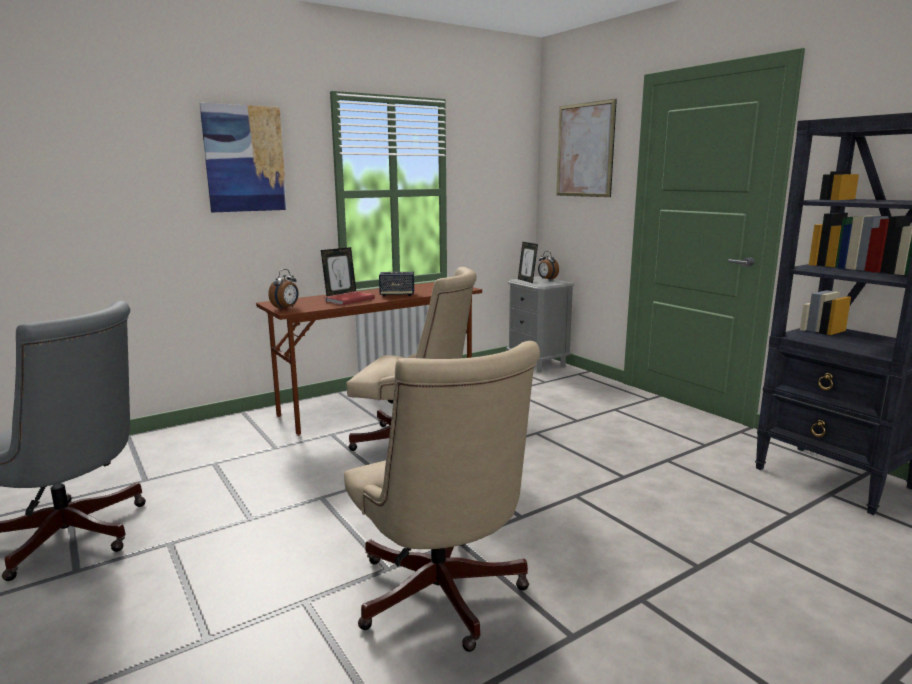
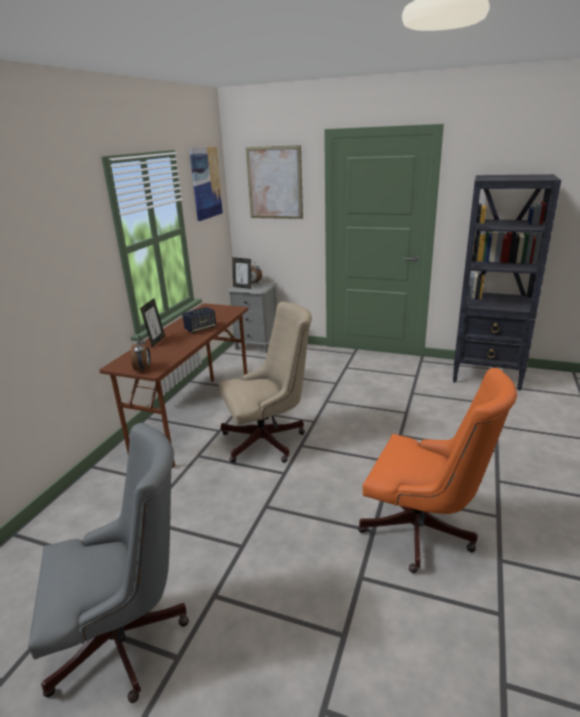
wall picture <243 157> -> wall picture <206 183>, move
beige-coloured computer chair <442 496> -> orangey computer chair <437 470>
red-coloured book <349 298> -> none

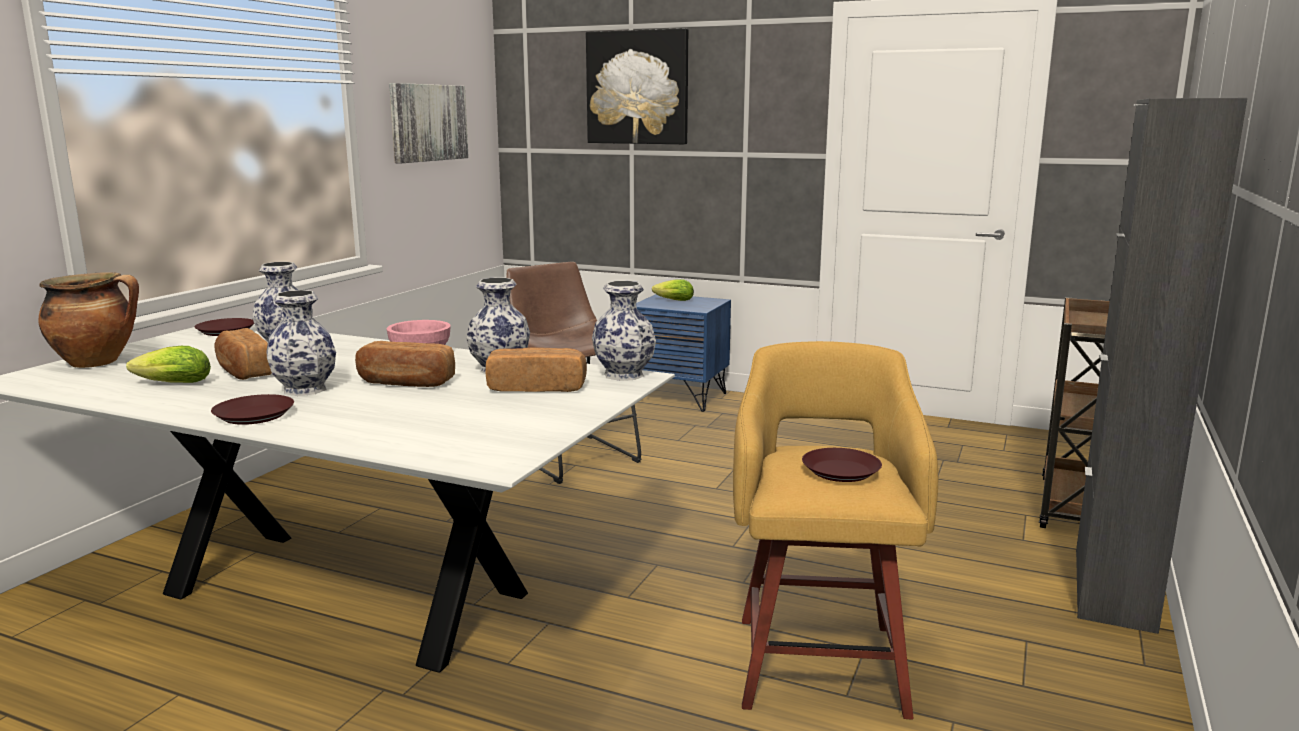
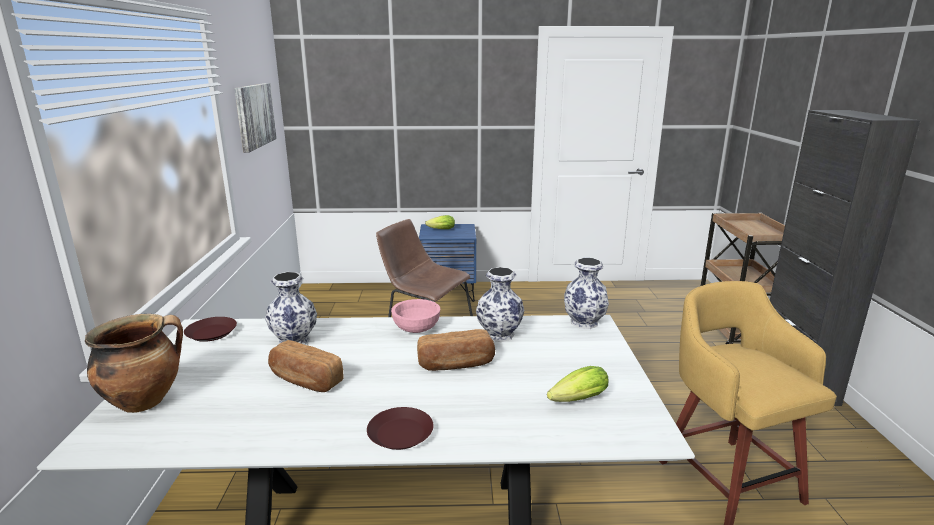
lettuce <168 364> -> lettuce <578 384>, move
flower vase <301 343> -> none
baked bread <536 369> -> none
wall picture <637 86> -> none
brown-coloured flat dish <842 465> -> none

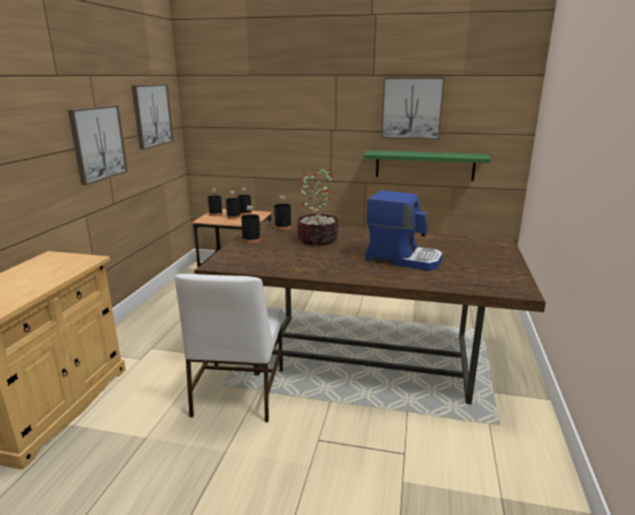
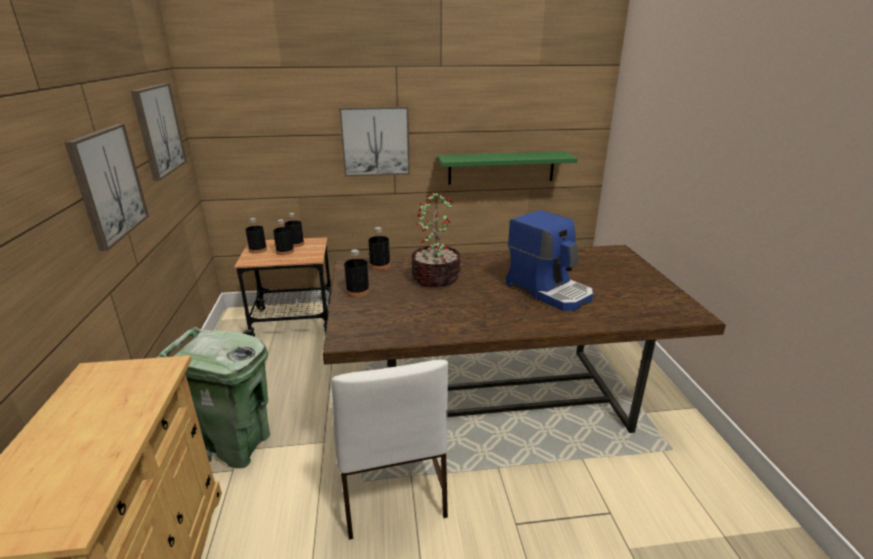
none -> green-coloured trash can <213 397>
wall picture <413 108> -> wall picture <374 141>, move
coffee machine <404 230> -> coffee machine <549 260>, 45 degrees clockwise

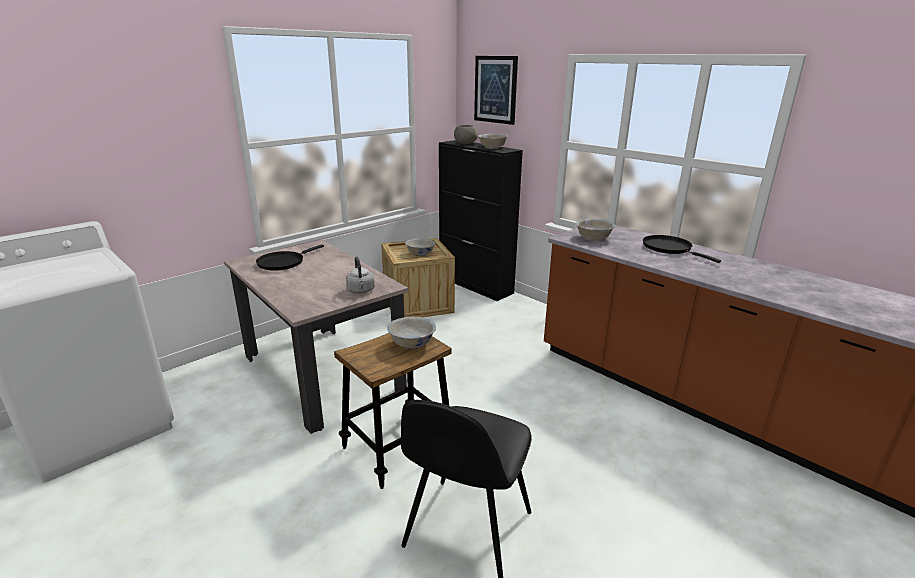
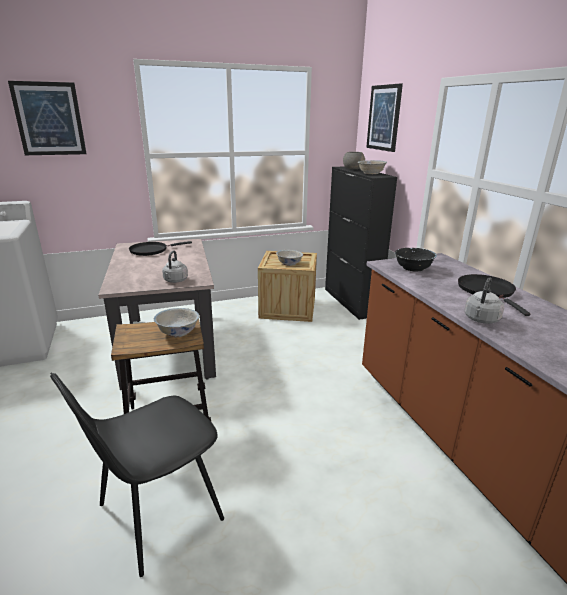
none -> wall picture <47 118>
white deep dish <595 229> -> black deep dish <415 260>
none -> gray water kettle <484 300>

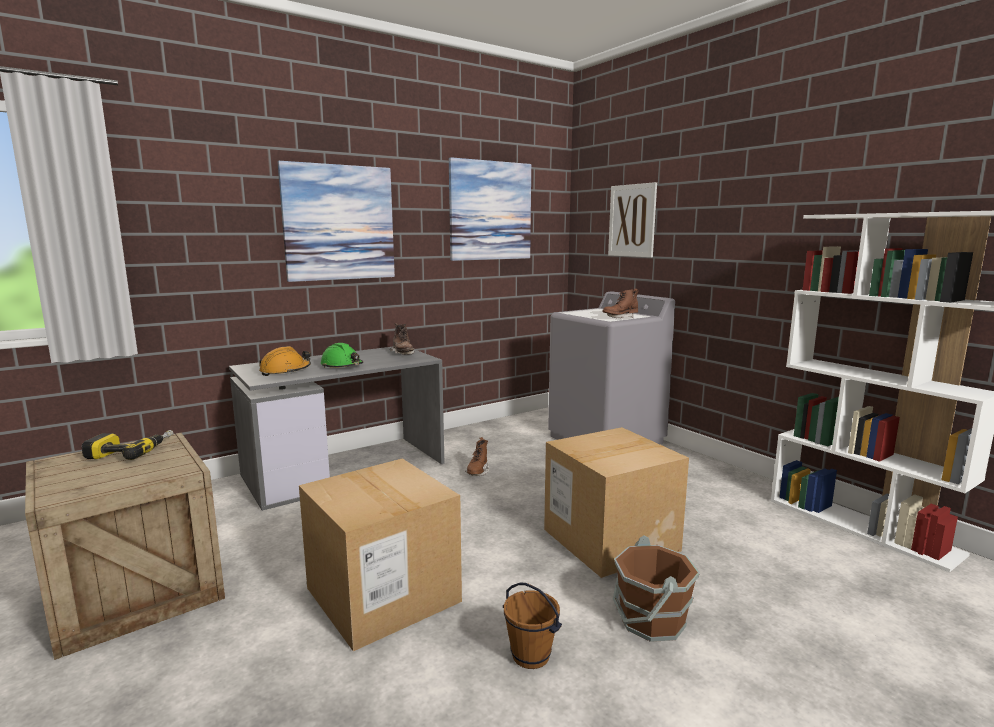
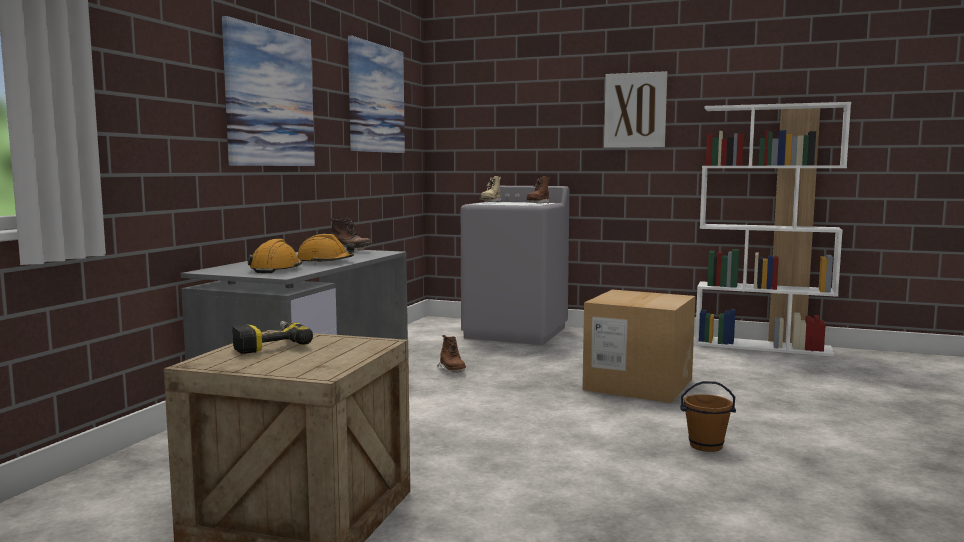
green-coloured safety helmet <342 355> -> orangey safety helmet <326 248>
none -> beige-coloured high-top boot <490 189>
wall picture <632 220> -> wall picture <635 109>, move
carton <380 554> -> none
brown-coloured bucket <656 589> -> none

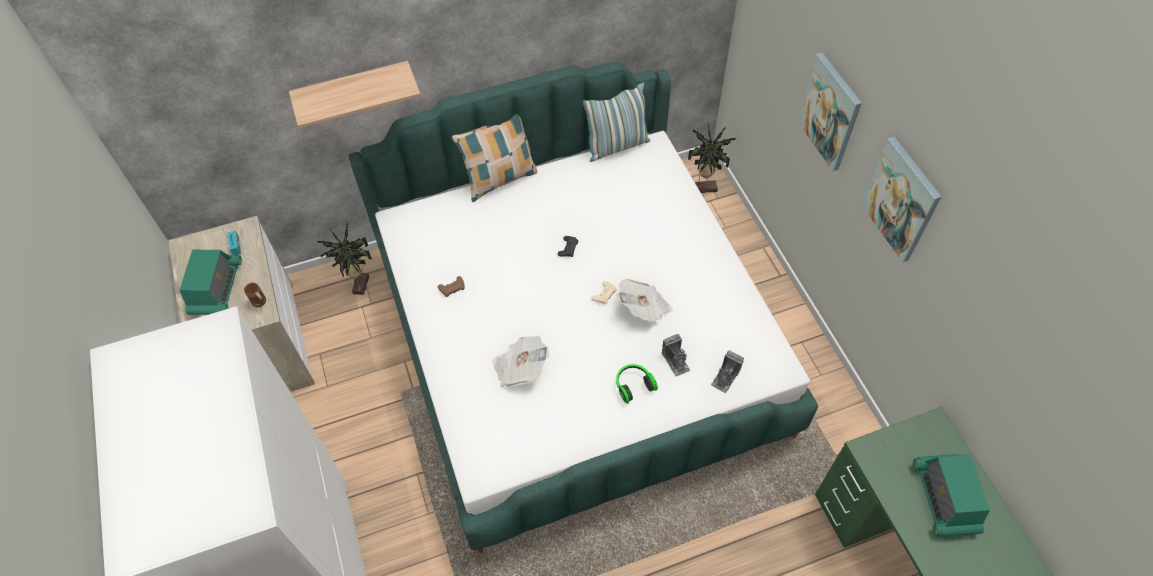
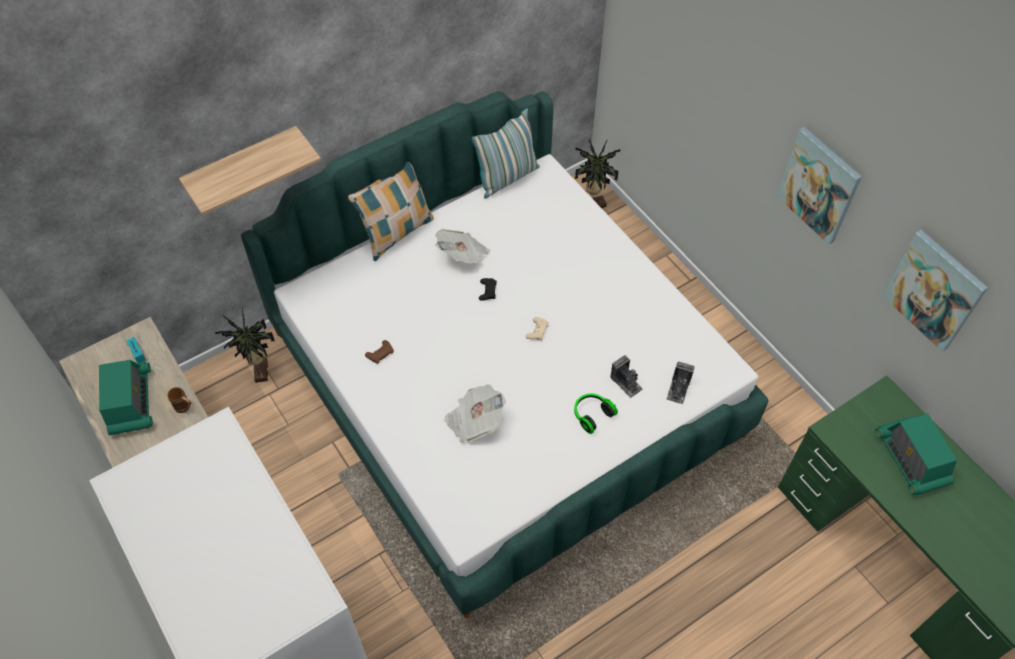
newspaper <644 301> -> newspaper <462 247>, move
wall picture <830 111> -> wall picture <935 291>, move

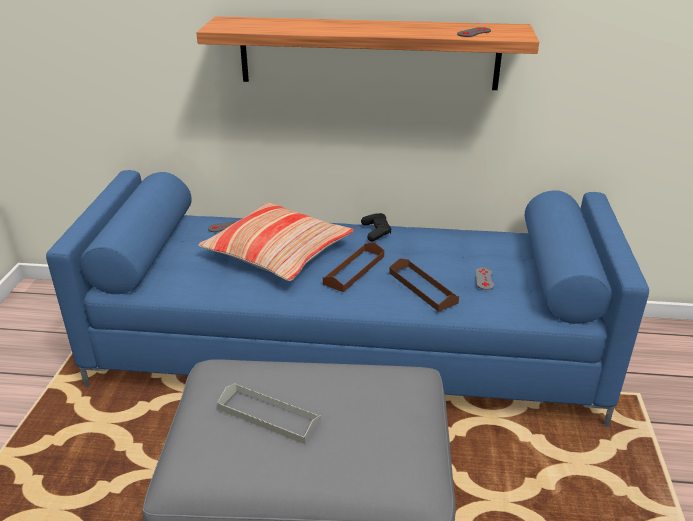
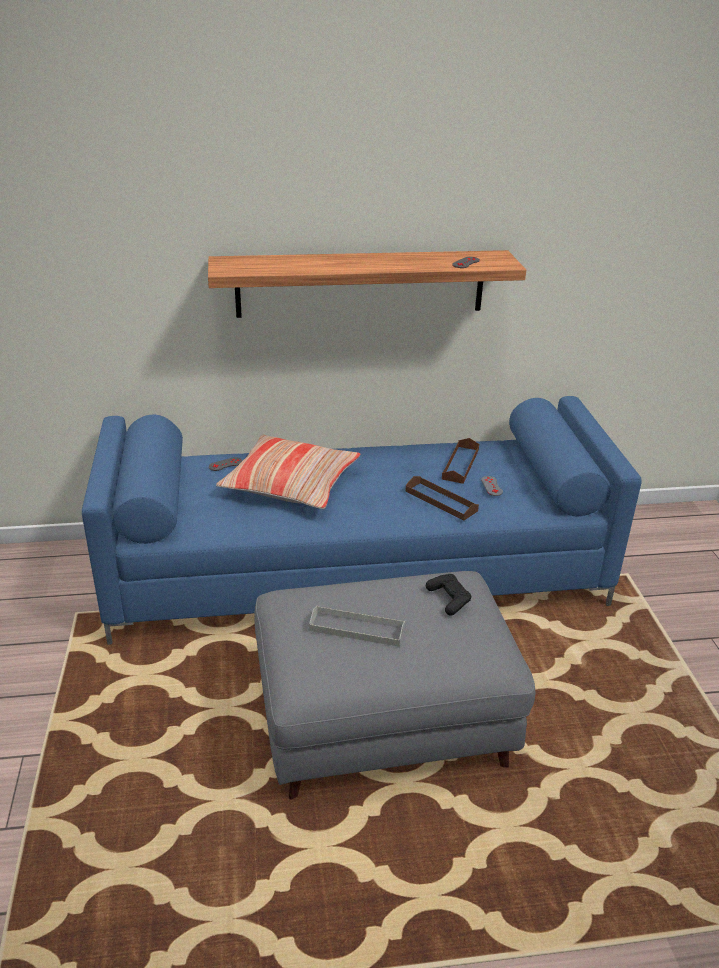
black gamepad <376 227> -> black gamepad <448 595>, move
brown-coloured tray <353 267> -> brown-coloured tray <460 461>, move

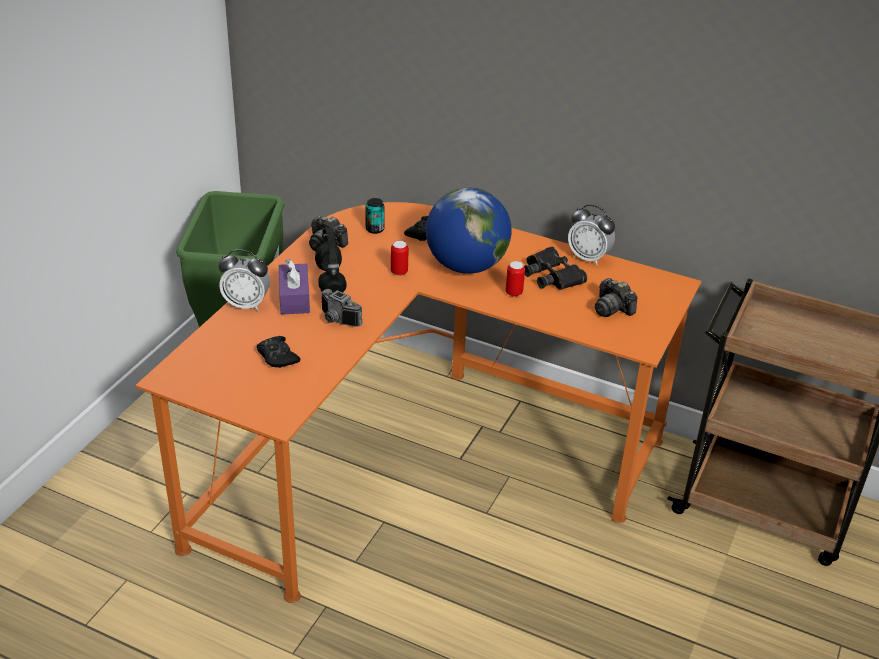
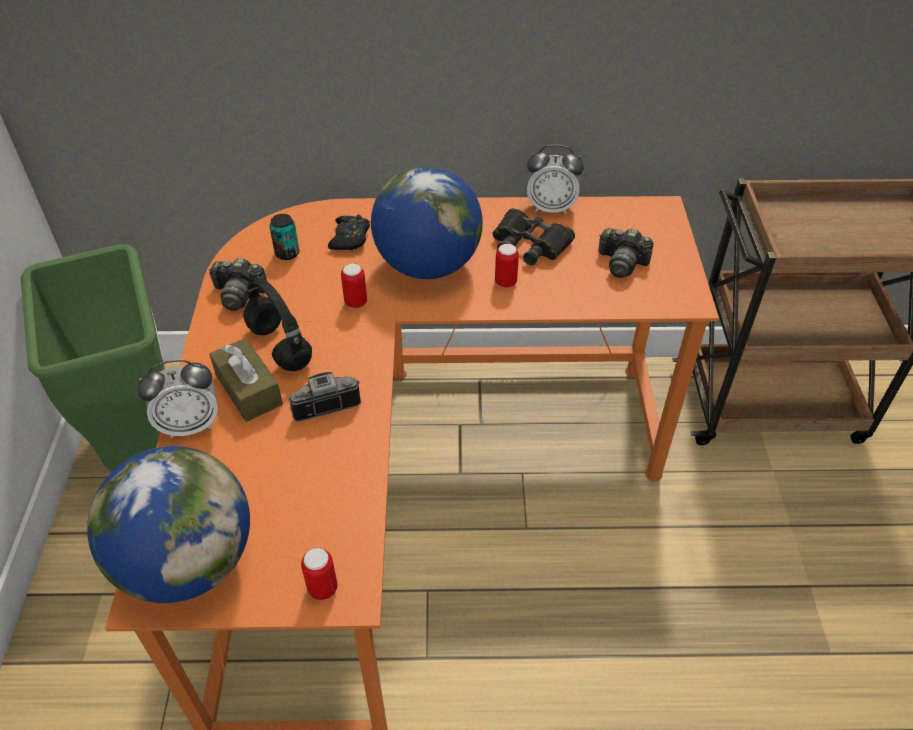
none -> globe <168 524>
purple-coloured box of tissues <294 286> -> brown-coloured box of tissues <246 380>
photo camera <341 308> -> photo camera <324 397>, 150 degrees clockwise
none -> sealed can <319 574>
black gamepad <278 352> -> none

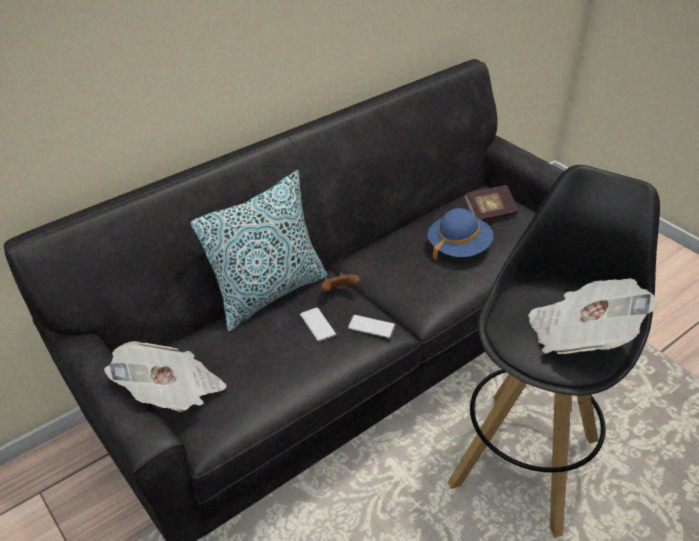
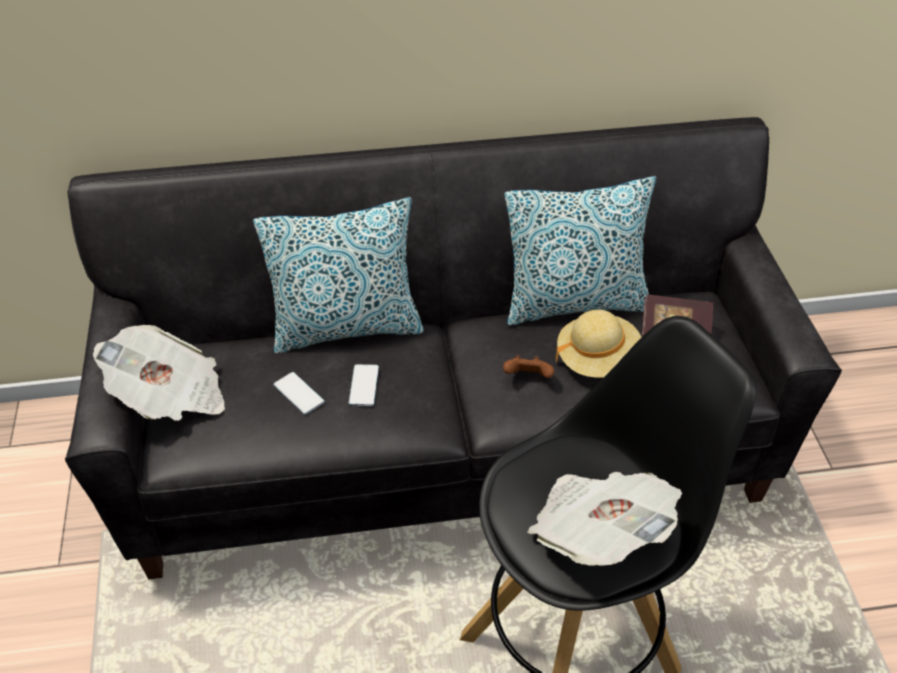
telephone <372 326> -> telephone <299 393>, move
brown-coloured gamepad <340 282> -> brown-coloured gamepad <528 366>, move
none -> pillow <580 250>
bluish clothing hat <460 234> -> beige-coloured clothing hat <599 343>

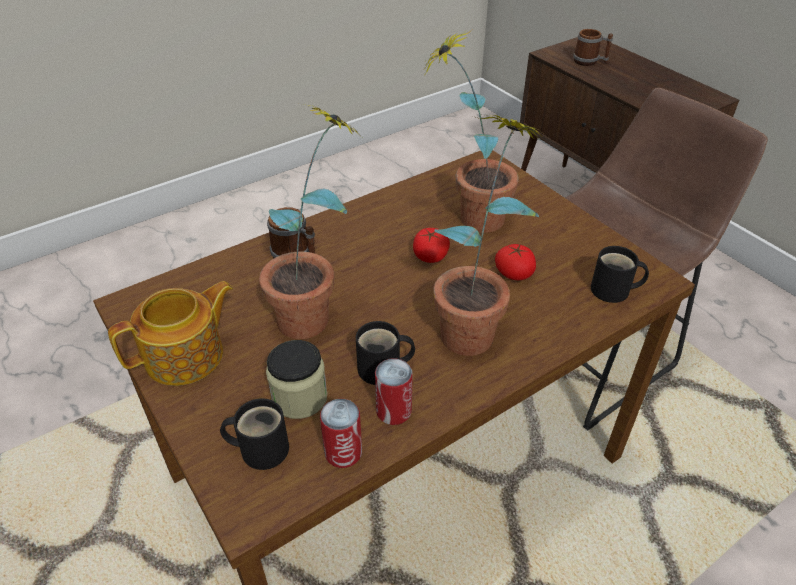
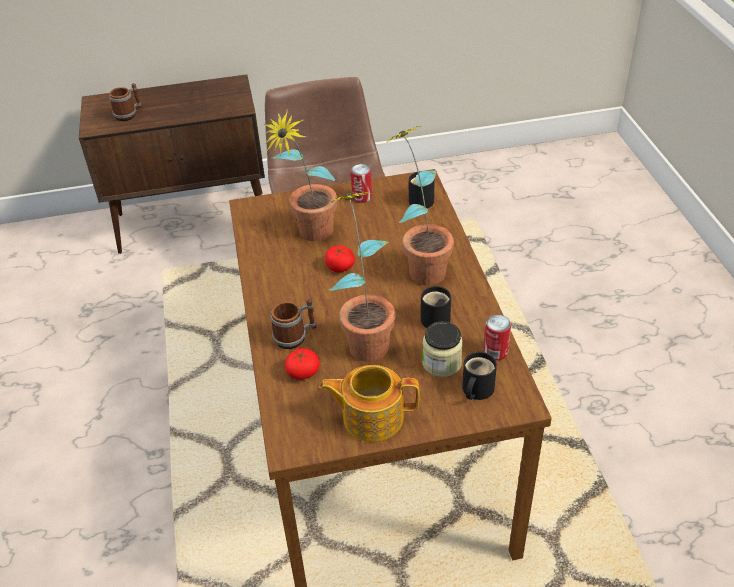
tomato <515 262> -> tomato <302 364>, move
tea pot <170 333> -> tea pot <370 403>, 75 degrees counterclockwise
sealed can <394 391> -> sealed can <361 183>, move

